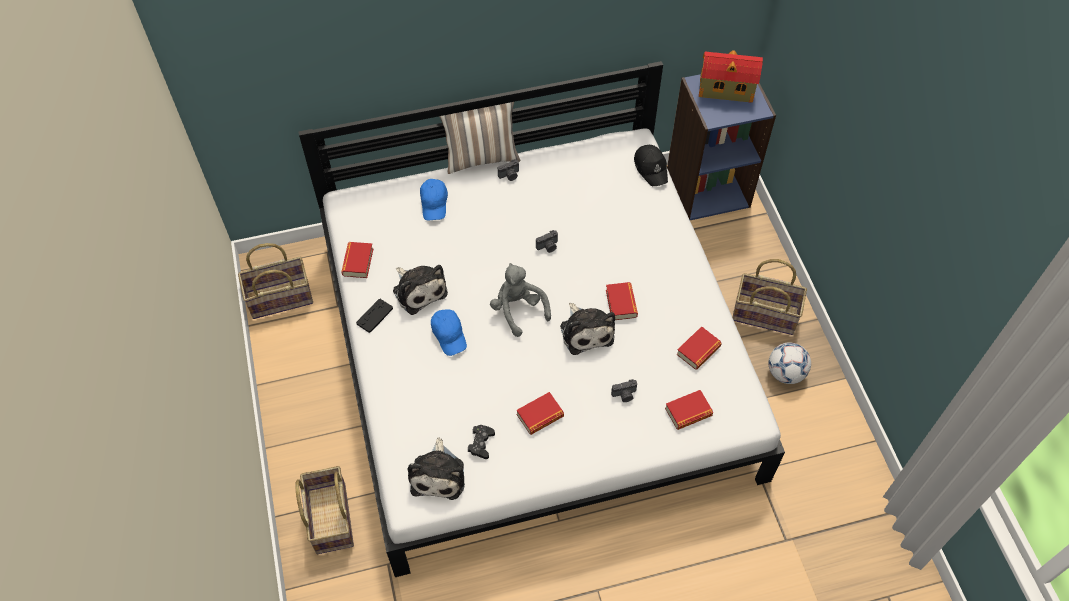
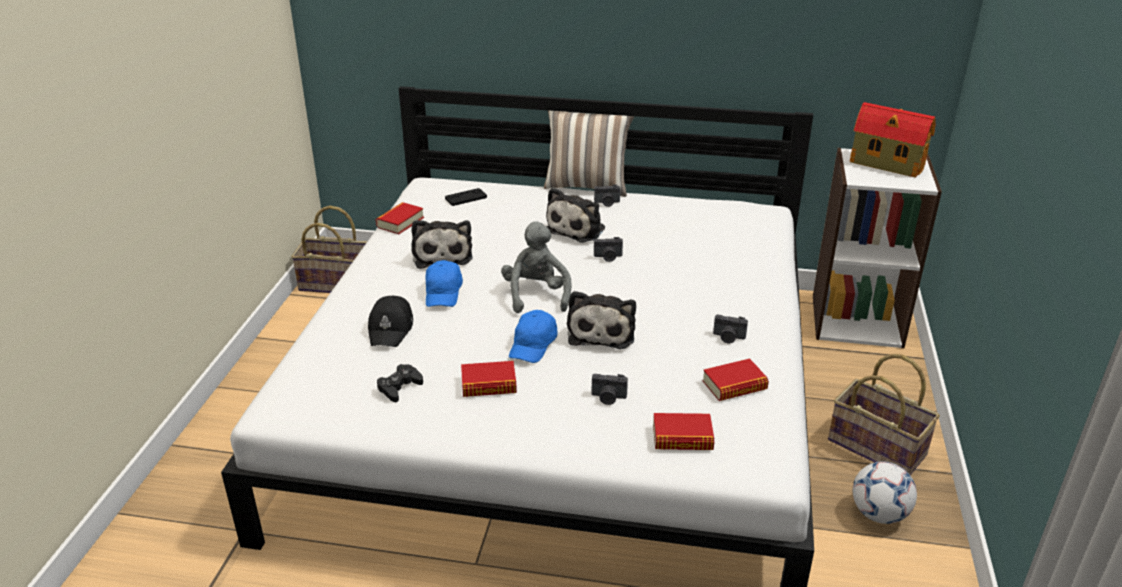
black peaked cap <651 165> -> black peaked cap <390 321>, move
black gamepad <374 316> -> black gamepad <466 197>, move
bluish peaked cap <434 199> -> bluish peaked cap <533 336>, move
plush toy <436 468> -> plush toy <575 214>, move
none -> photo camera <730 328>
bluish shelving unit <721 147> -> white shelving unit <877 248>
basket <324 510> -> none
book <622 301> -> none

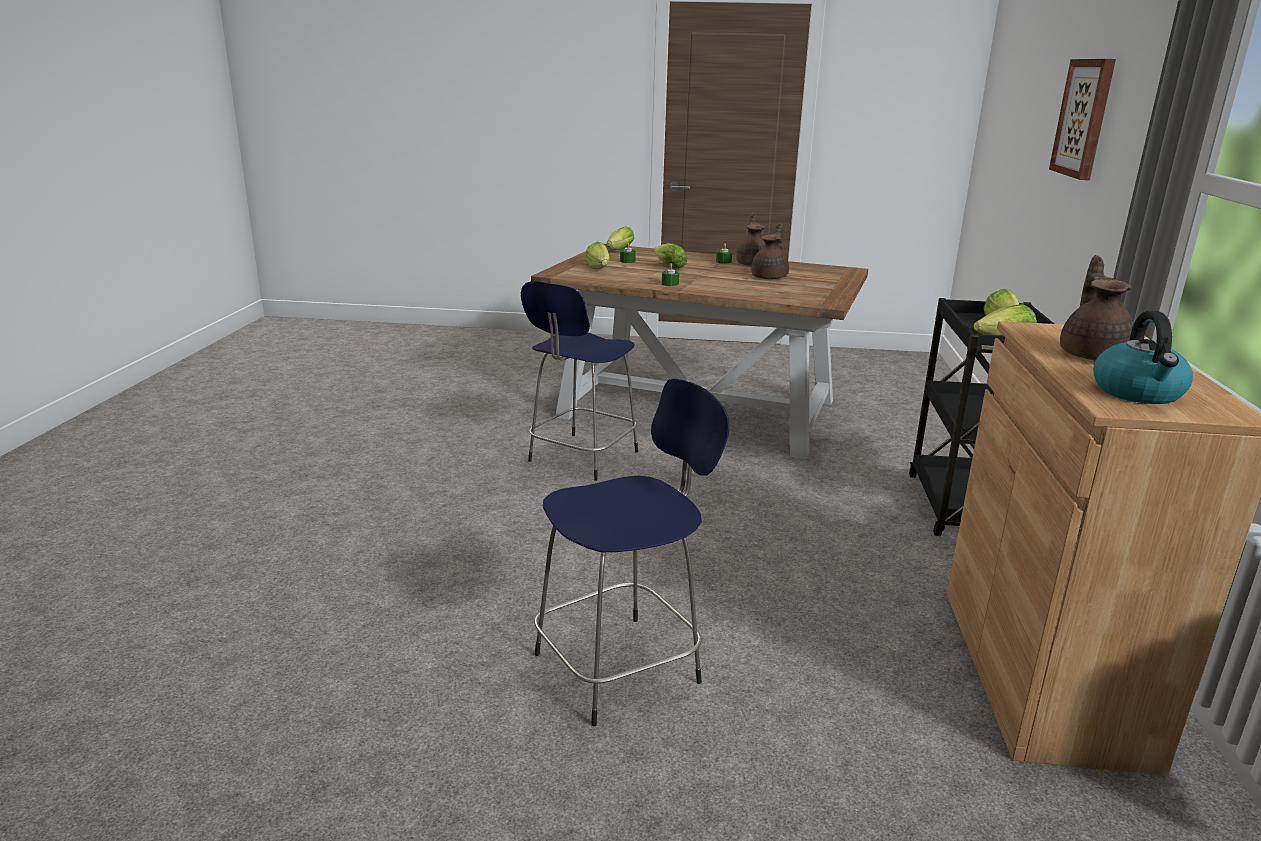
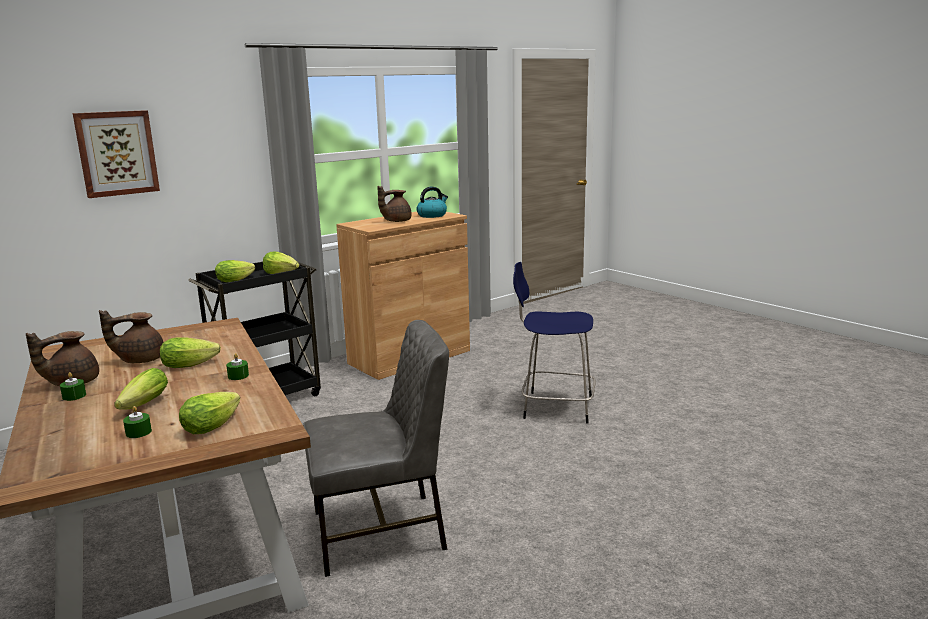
lettuce <620 238> -> lettuce <190 352>, move
bluish stool <579 381> -> gray upright chair <376 448>

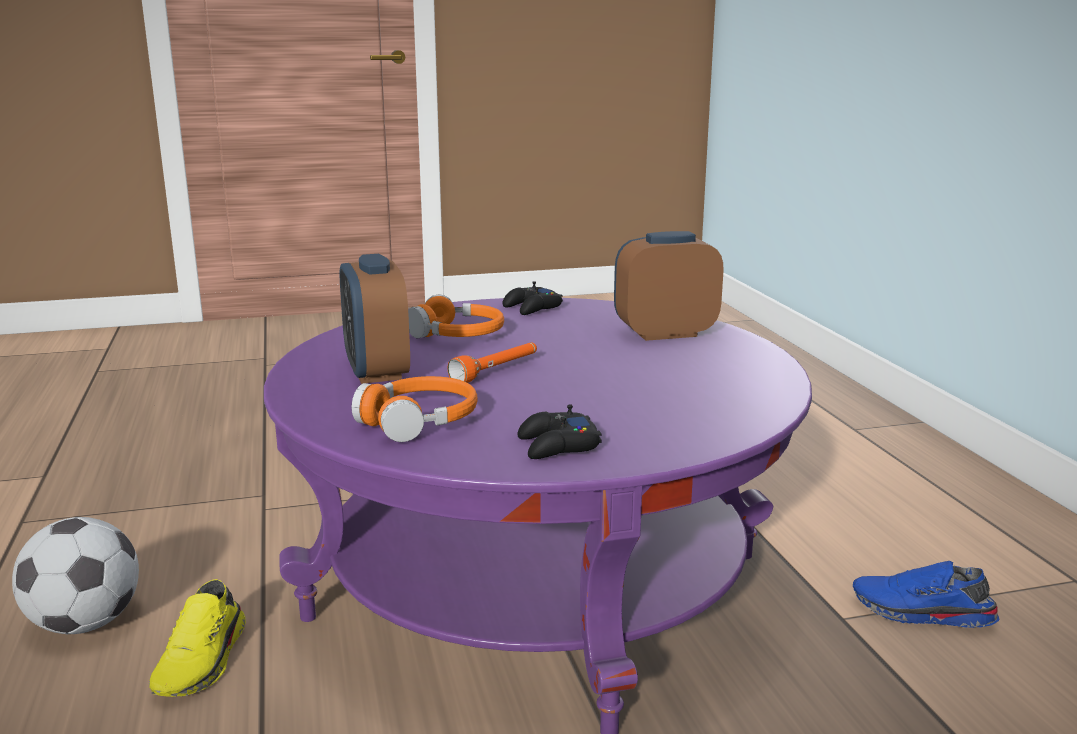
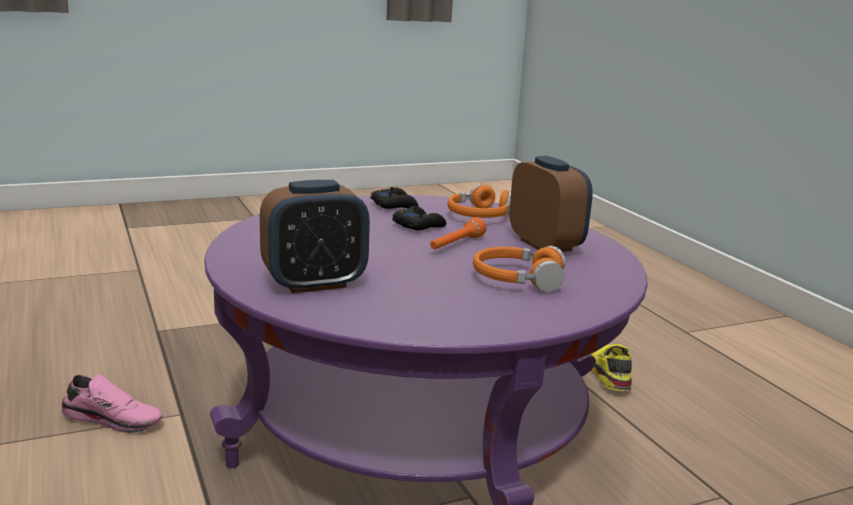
bluish item of footwear <926 594> -> pink item of footwear <112 403>
black gamepad <532 298> -> black gamepad <419 218>, move
ball for football <75 575> -> none

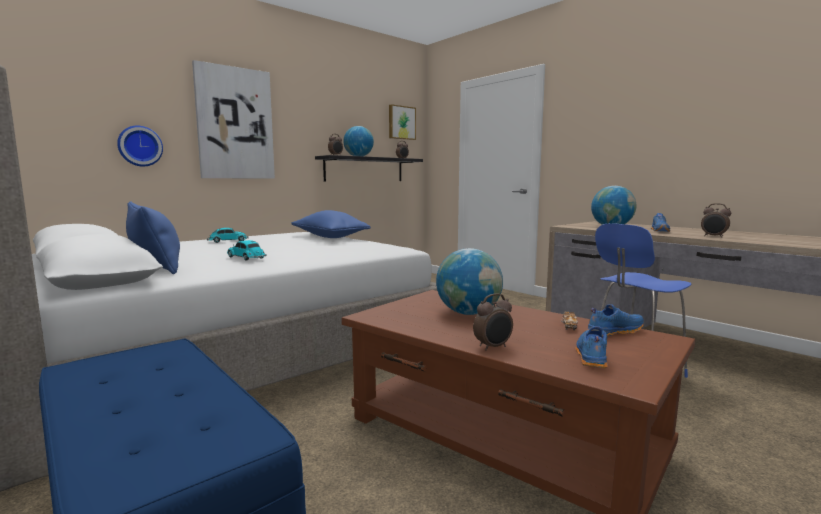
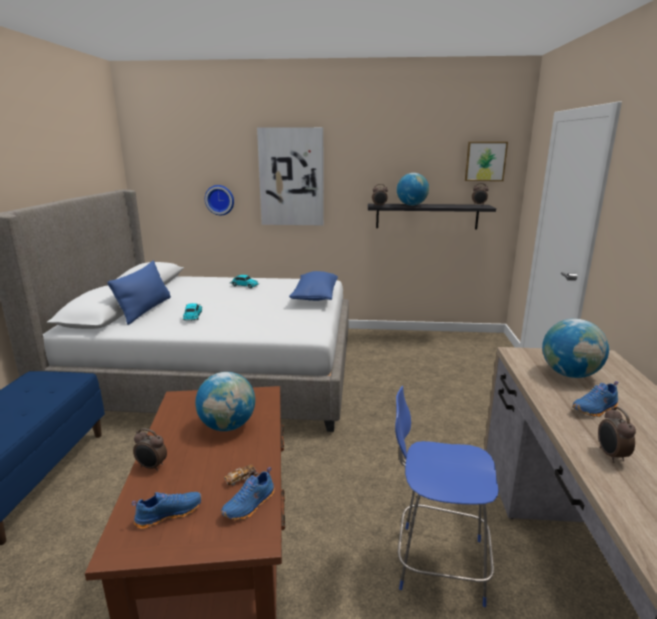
bluish item of footwear <616 320> -> bluish item of footwear <248 493>, 105 degrees clockwise

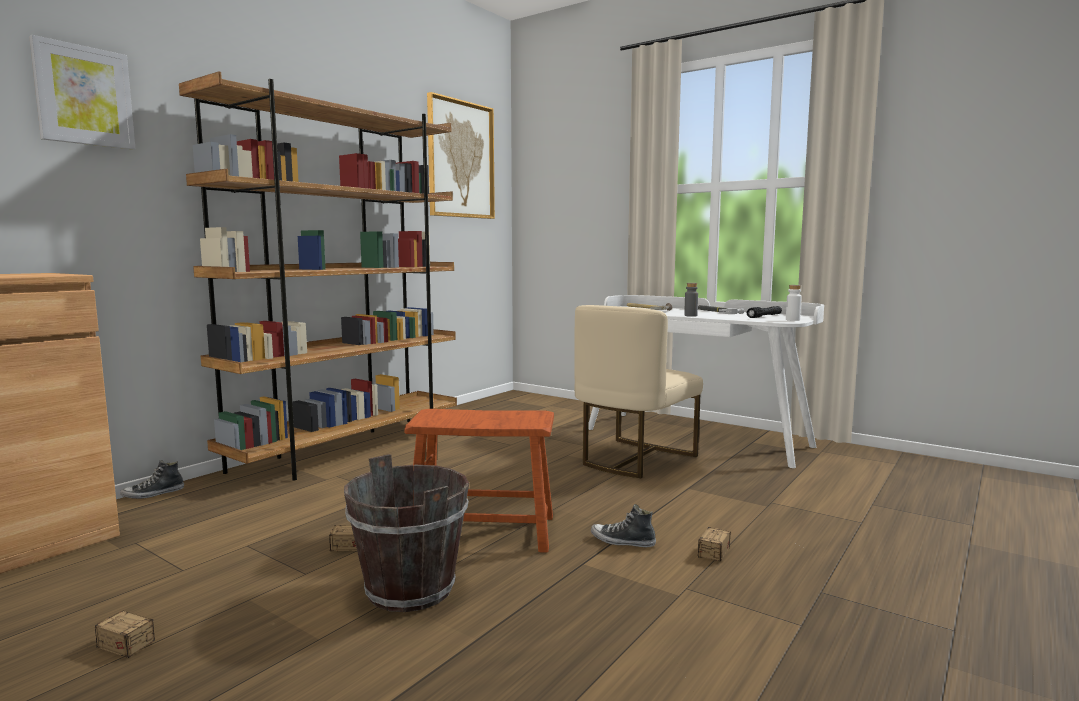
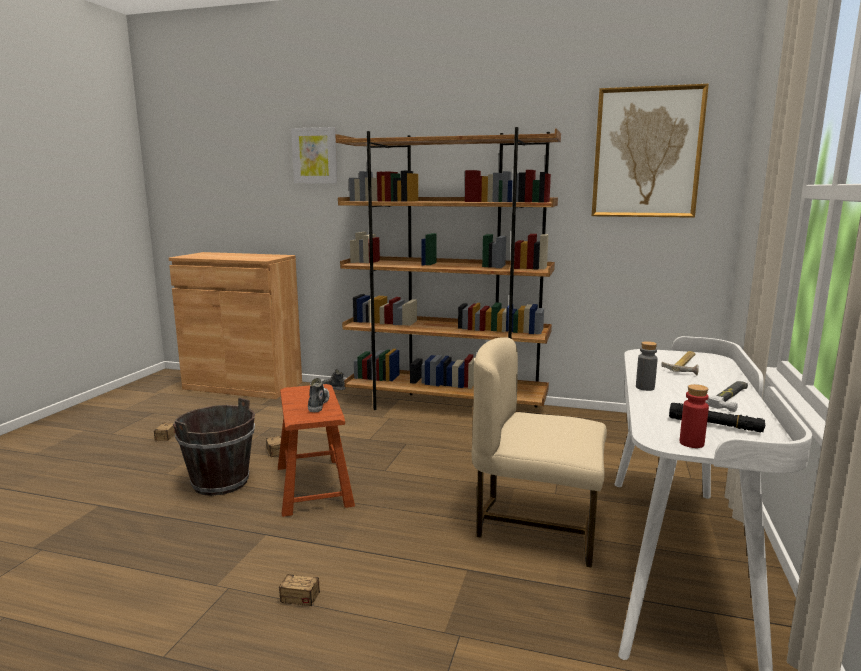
item of footwear <623 526> -> item of footwear <318 395>, move
white drink bottle <794 303> -> red-coloured drink bottle <694 416>

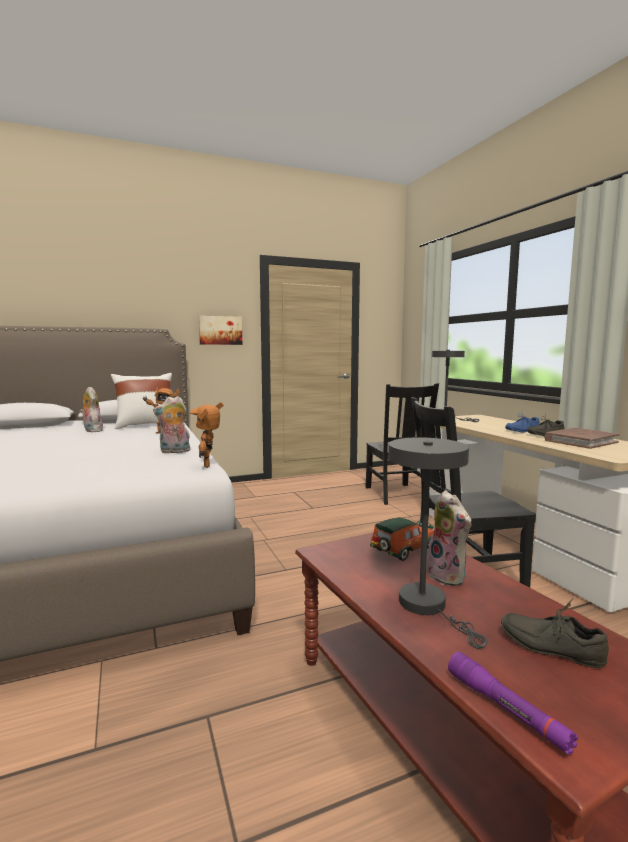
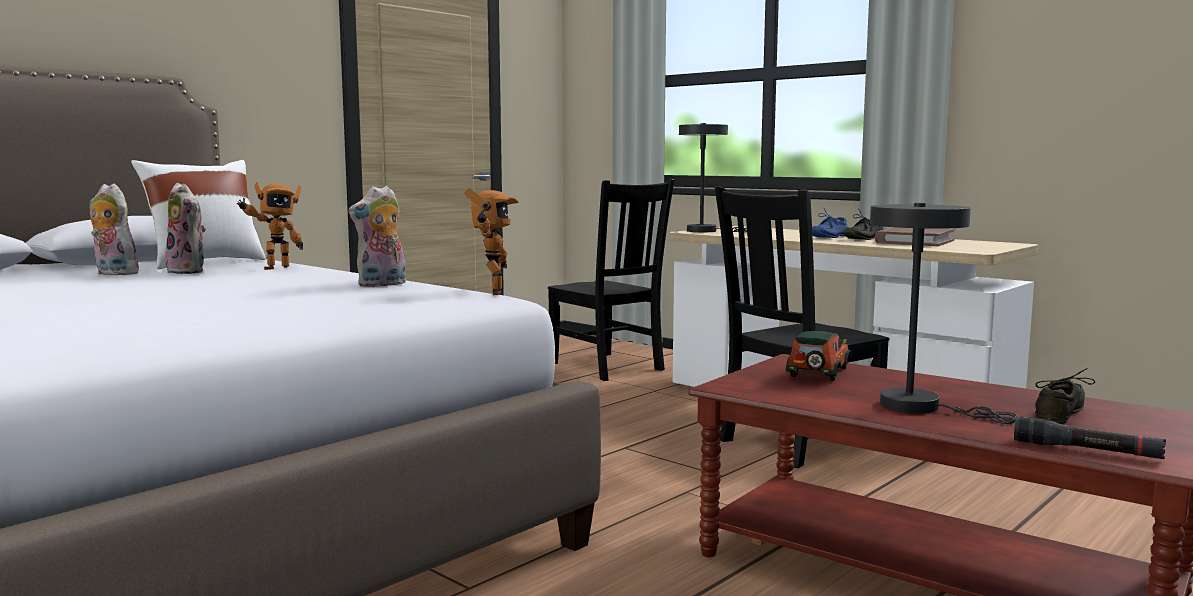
plush toy <449 538> -> plush toy <185 228>, move
robot figure <206 435> -> robot figure <491 242>, 150 degrees counterclockwise
purple-coloured hand torch <513 703> -> black hand torch <1090 437>
gray item of footwear <555 633> -> gray item of footwear <1065 396>, 120 degrees clockwise
wall picture <220 330> -> none

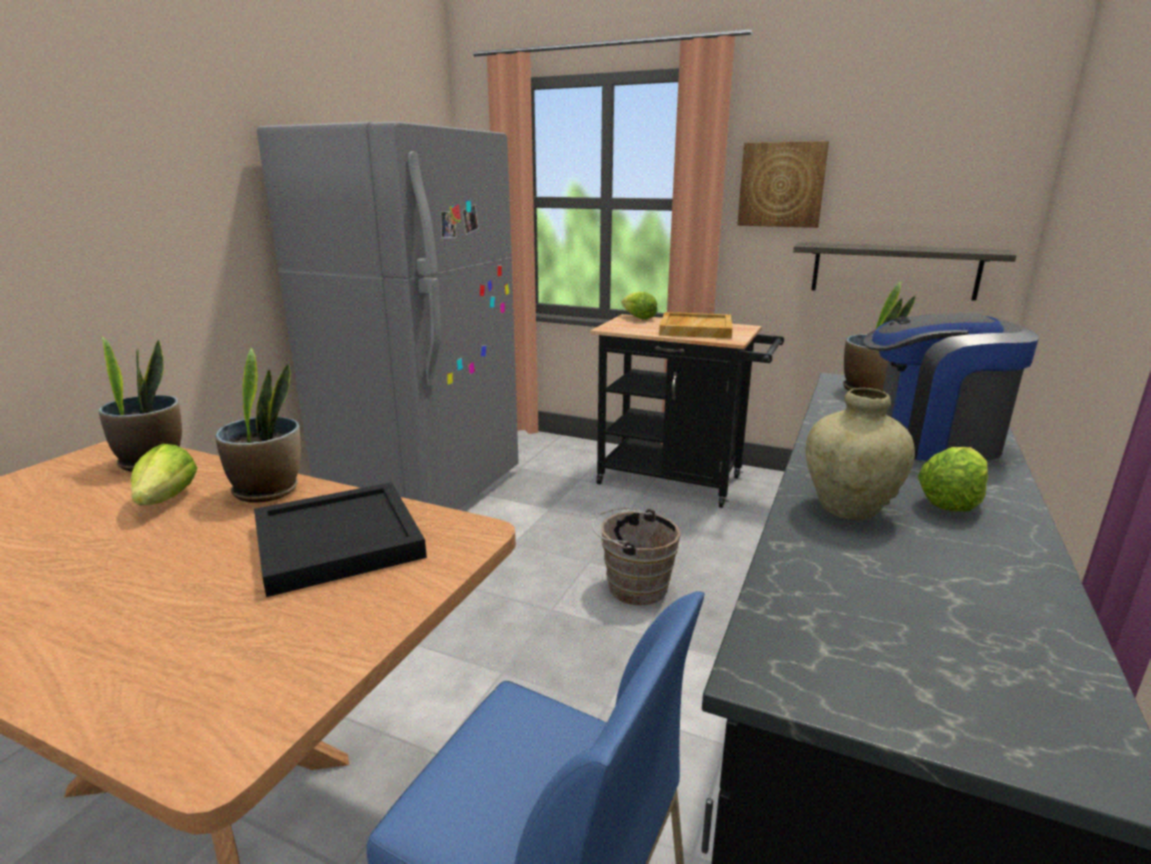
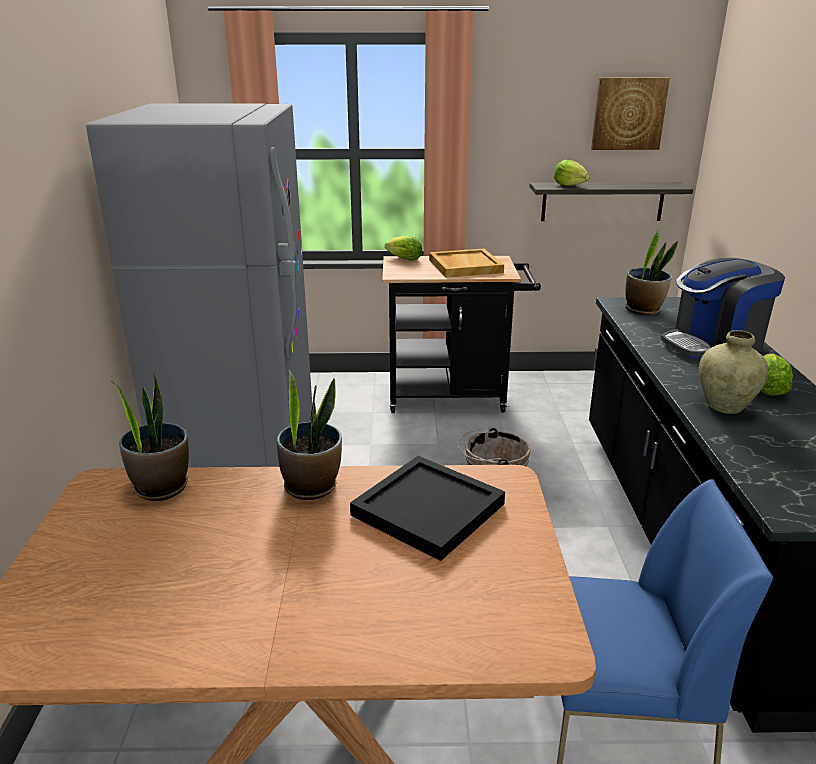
lettuce <164 474> -> lettuce <572 173>, move
wall picture <783 184> -> wall picture <630 113>, move

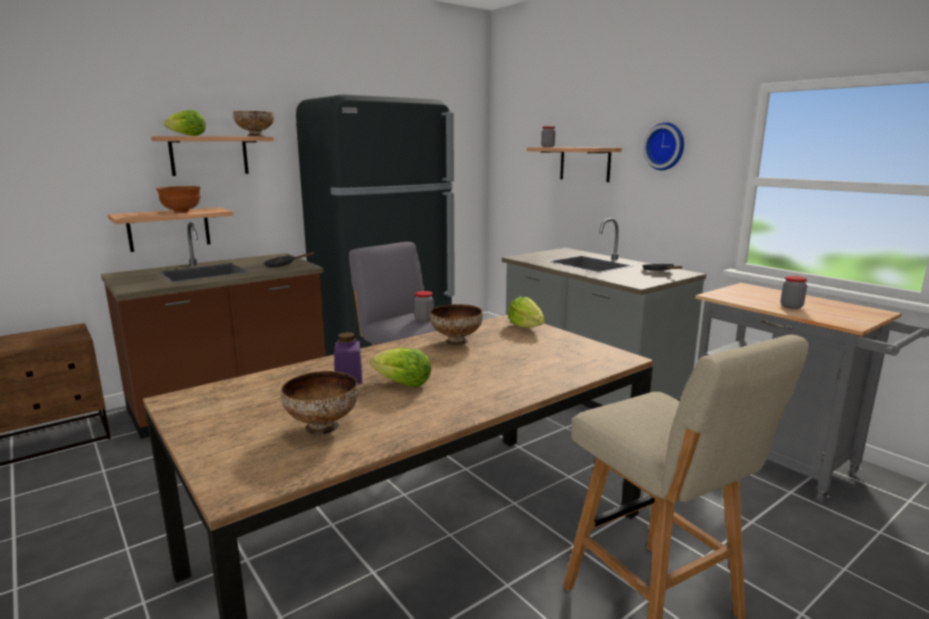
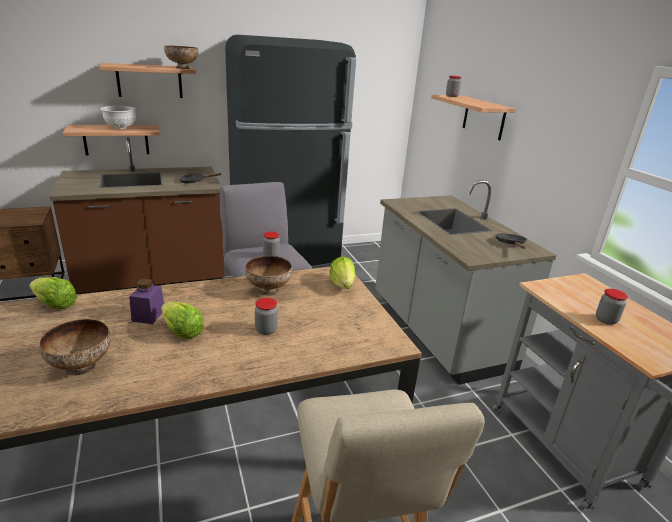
lettuce <185 123> -> lettuce <53 293>, move
brown-coloured deep dish <178 199> -> white deep dish <118 117>
none -> preserve jar <266 316>
wall clock <663 146> -> none

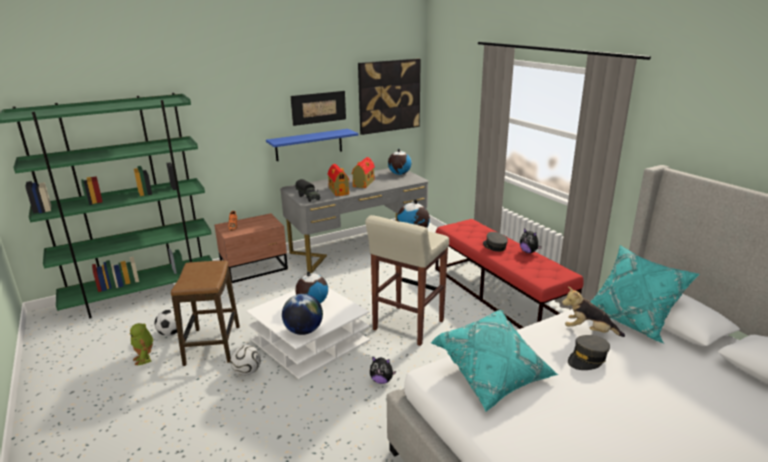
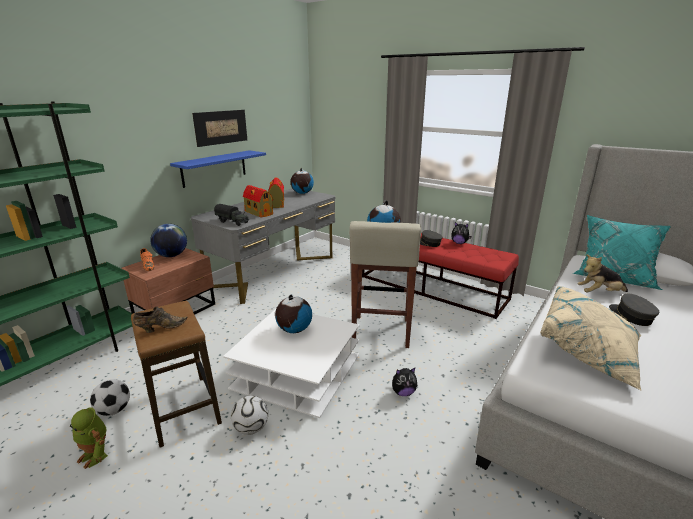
none -> brown-coloured item of footwear <160 320>
globe <302 314> -> globe <168 240>, move
turquoise-coloured pillow <494 361> -> beige-coloured pillow <590 338>
gray peaked cap <589 352> -> gray peaked cap <634 310>, 135 degrees clockwise
wall picture <389 96> -> none

